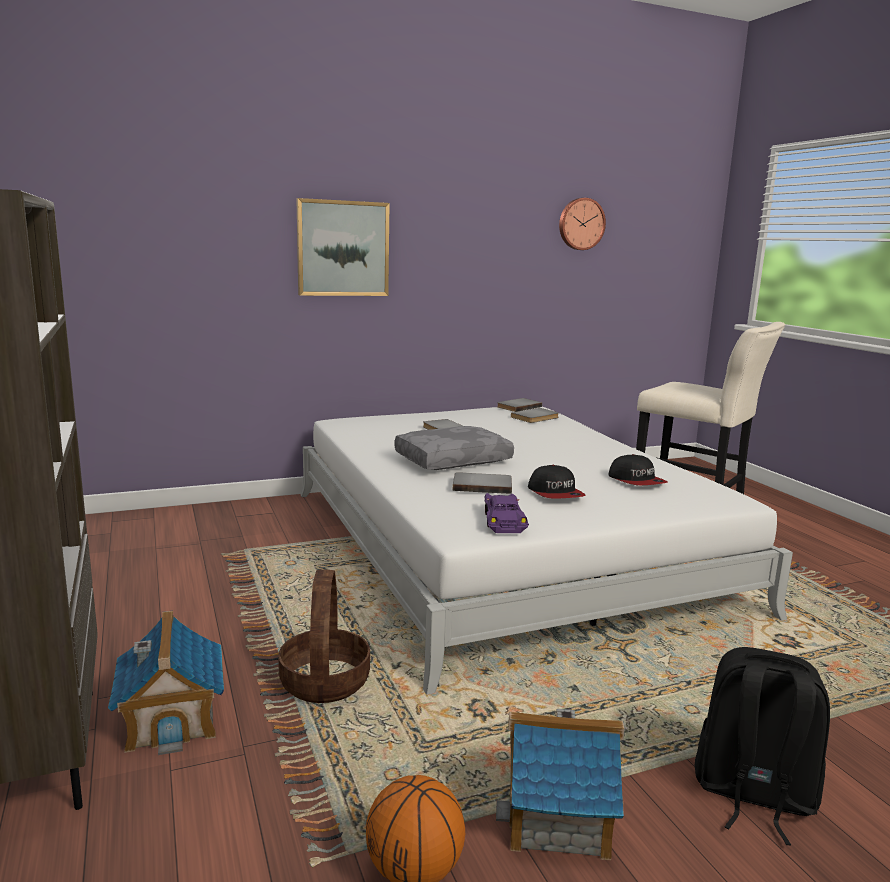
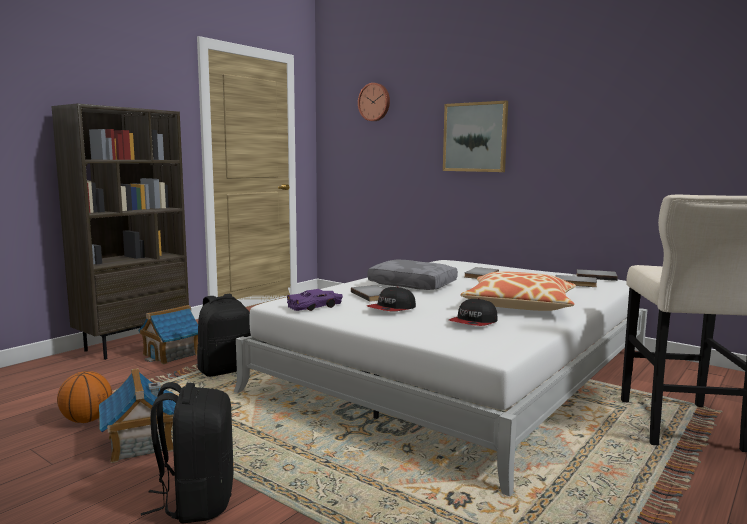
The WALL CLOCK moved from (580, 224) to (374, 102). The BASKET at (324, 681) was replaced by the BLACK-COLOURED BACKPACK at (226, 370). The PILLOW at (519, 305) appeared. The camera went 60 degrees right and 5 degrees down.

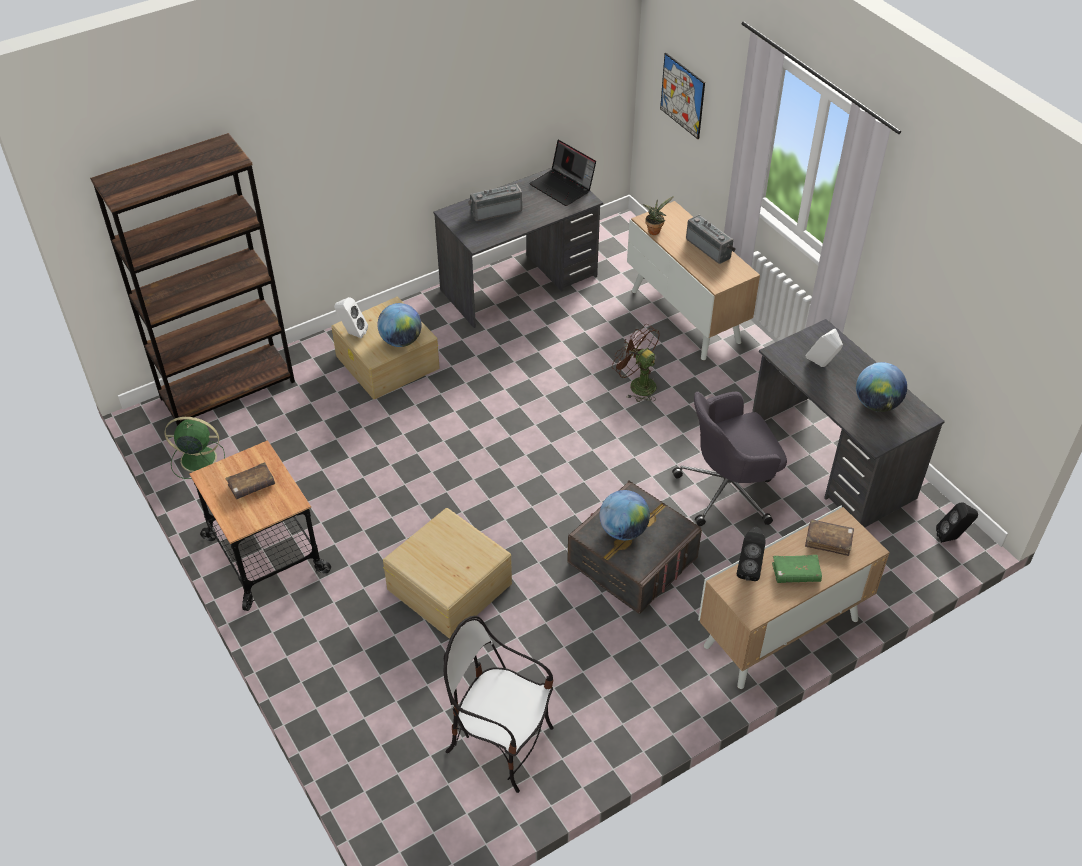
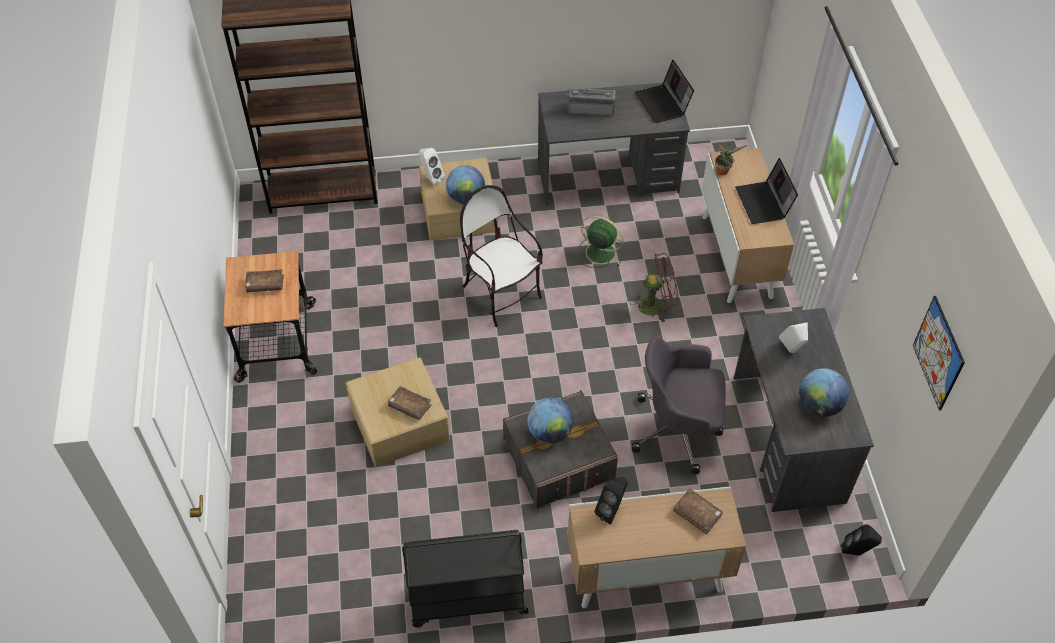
The PICTURE moved from (682, 95) to (938, 353). The RADIO SET at (710, 248) was replaced by the LAPTOP at (764, 203). The BROWNISH ELECTRIC FAN at (637, 384) turned 105 degrees clockwise. The GREEN-COLOURED ELECTRIC FAN moved from (196, 459) to (599, 252). The GREEN-COLOURED BOOK at (796, 573) disappeared. The CHAIR moved from (500, 743) to (501, 294). The BROWNISH BOOK at (409, 406) appeared. The BLACK-COLOURED TROLLEY at (467, 600) appeared. The camera went 25 degrees right and 5 degrees up.

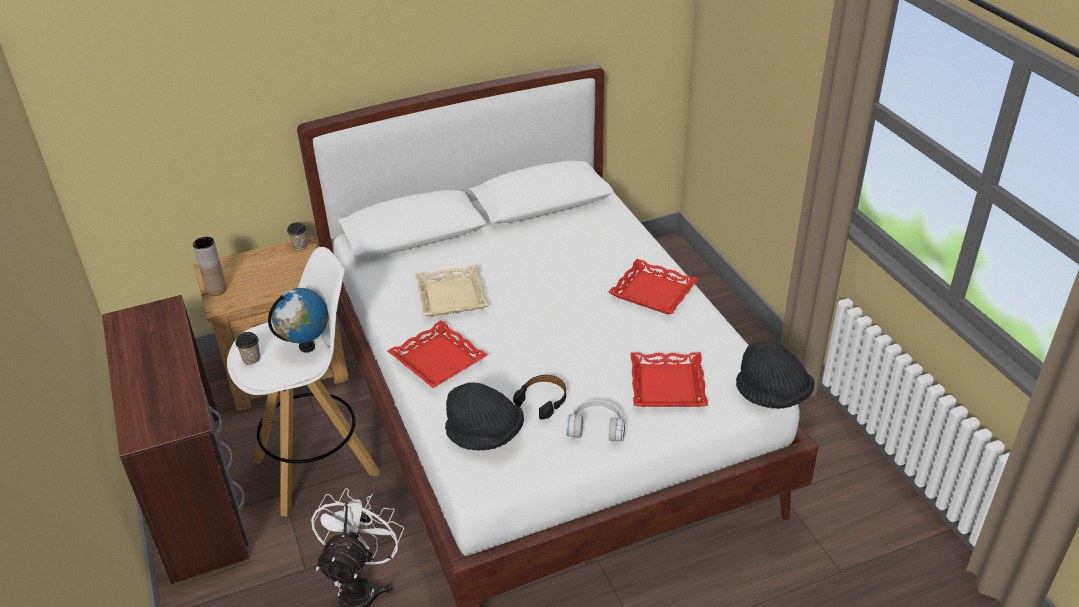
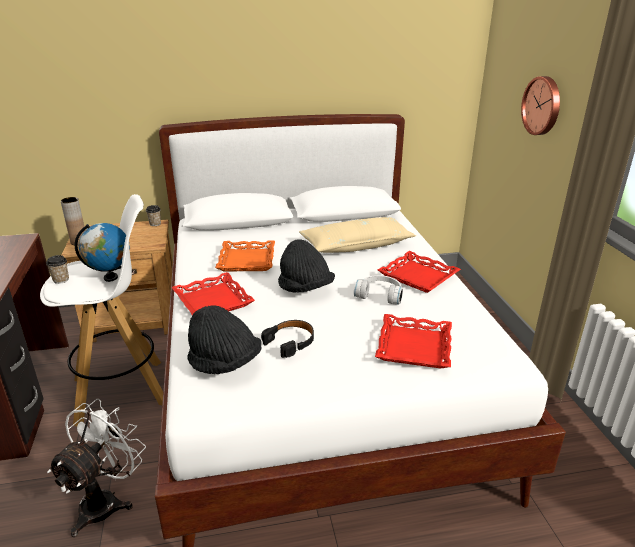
The SAND-COLOURED SERVING TRAY at (451, 296) became the ORANGE-COLOURED SERVING TRAY at (246, 260). The BLACK-COLOURED WEARABLE HAT moved from (772, 395) to (305, 288). The WHITE PAIR OF HEADPHONES moved from (597, 427) to (380, 295). The WALL CLOCK at (542, 105) appeared. The SAND-COLOURED PILLOW at (356, 245) appeared. The camera went 10 degrees right and 10 degrees down.

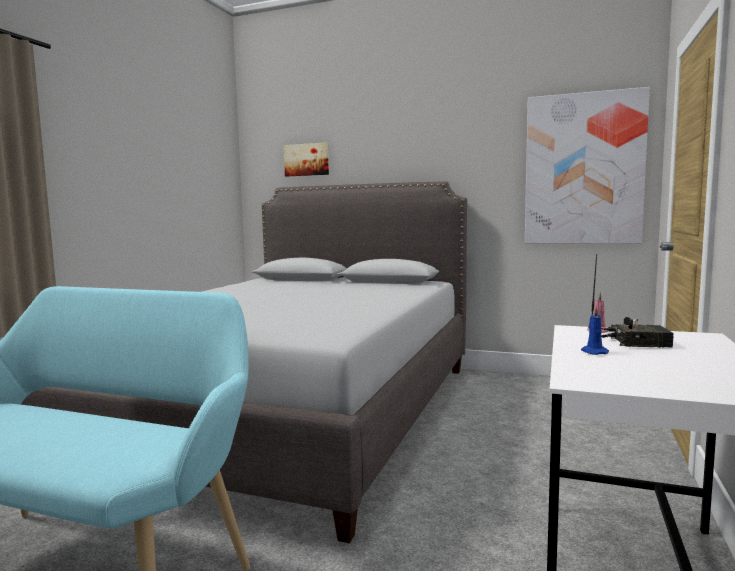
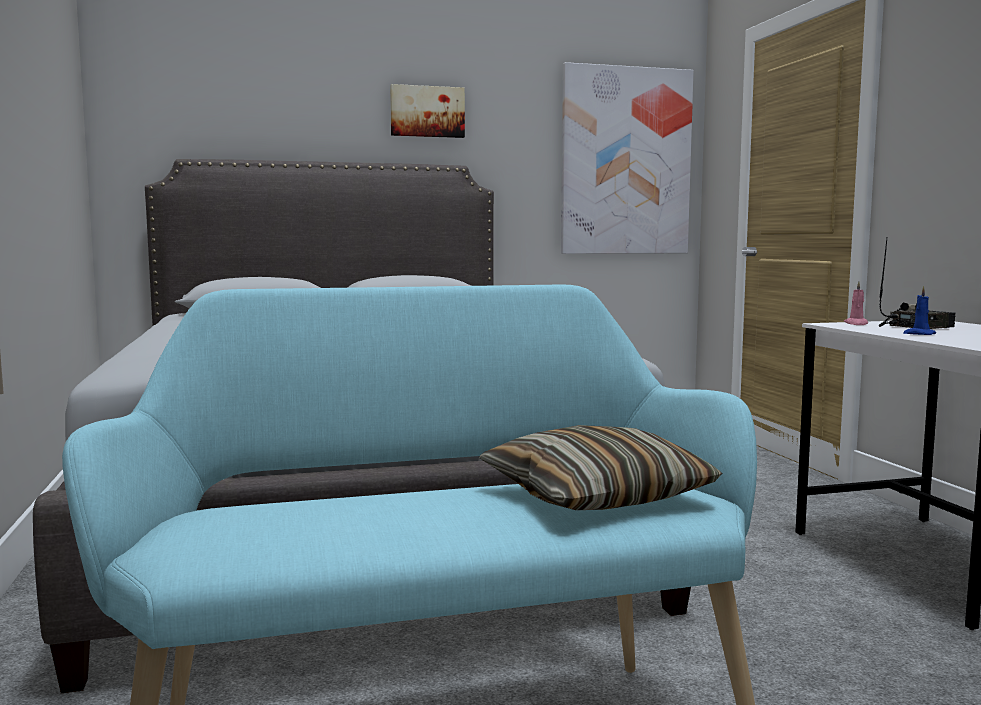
The PICTURE moved from (307, 160) to (427, 112). The PILLOW at (594, 495) appeared. The camera went 35 degrees left and 0 degrees up.

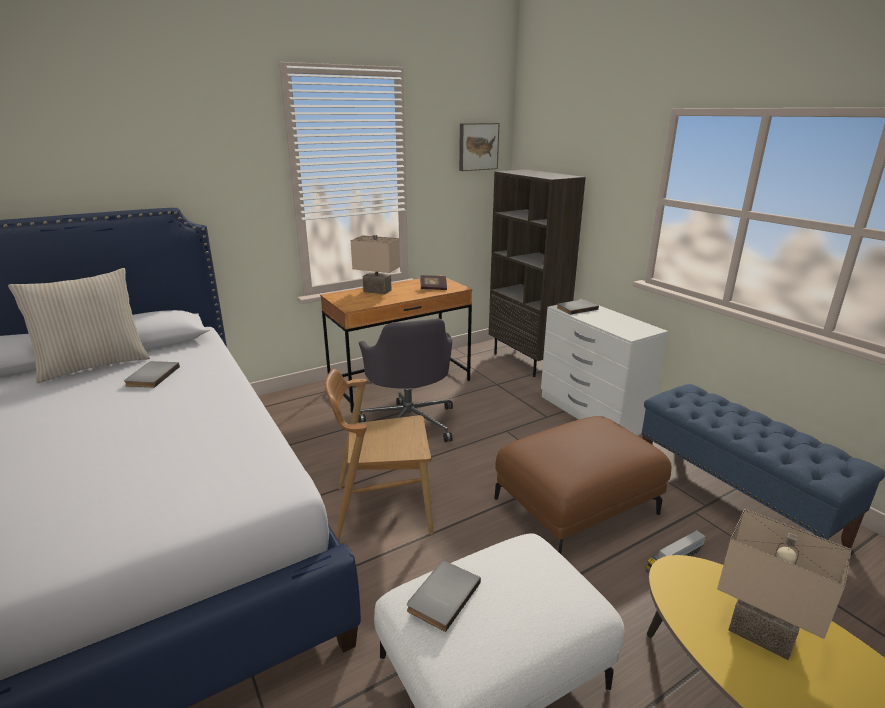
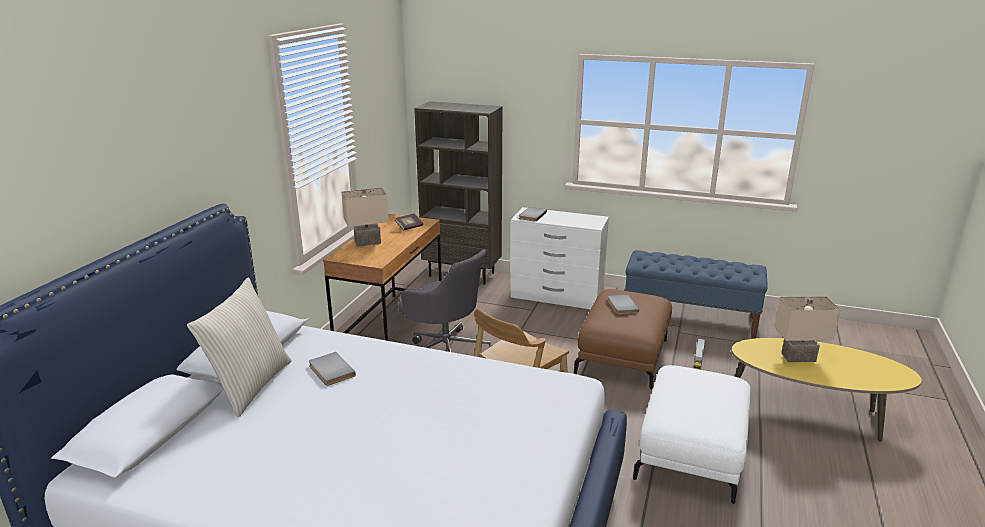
The PICTURE at (477, 146) disappeared. The GREYISH BOOK moved from (441, 595) to (621, 306). The camera went 40 degrees left and 0 degrees up.

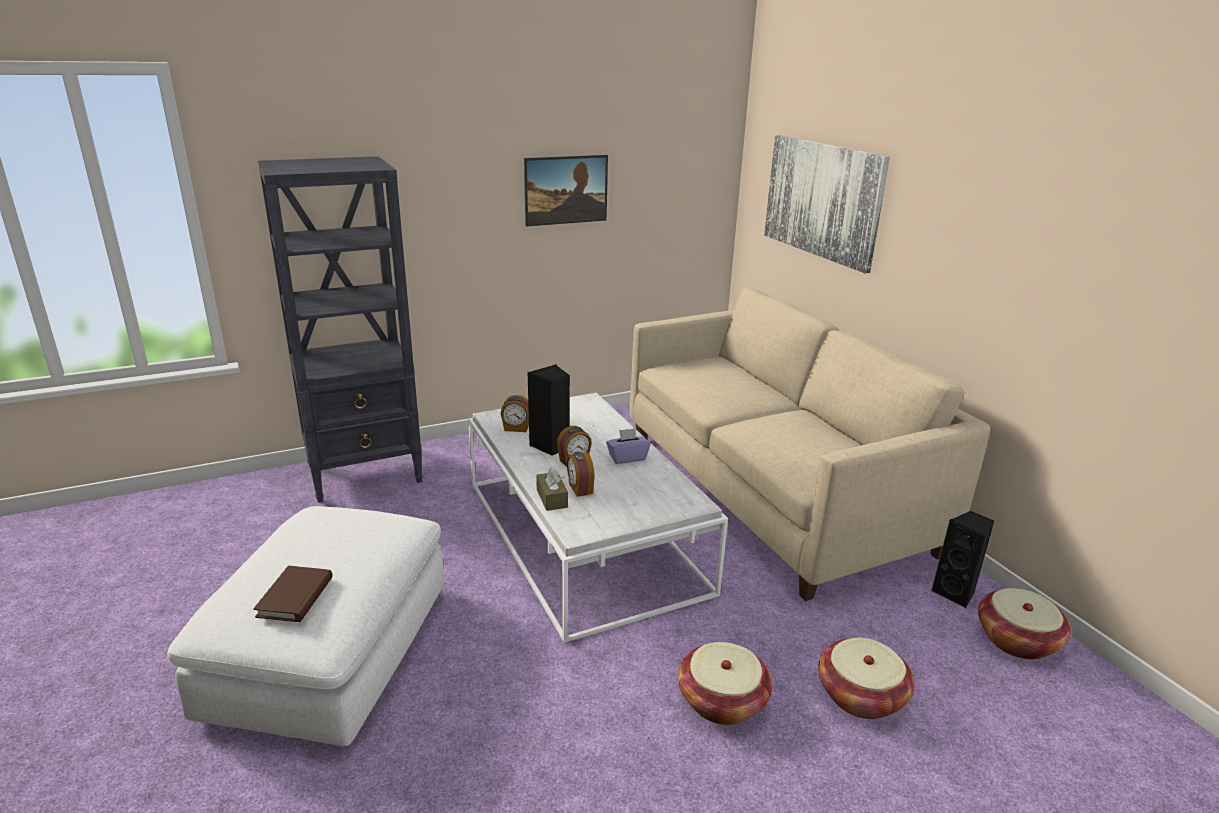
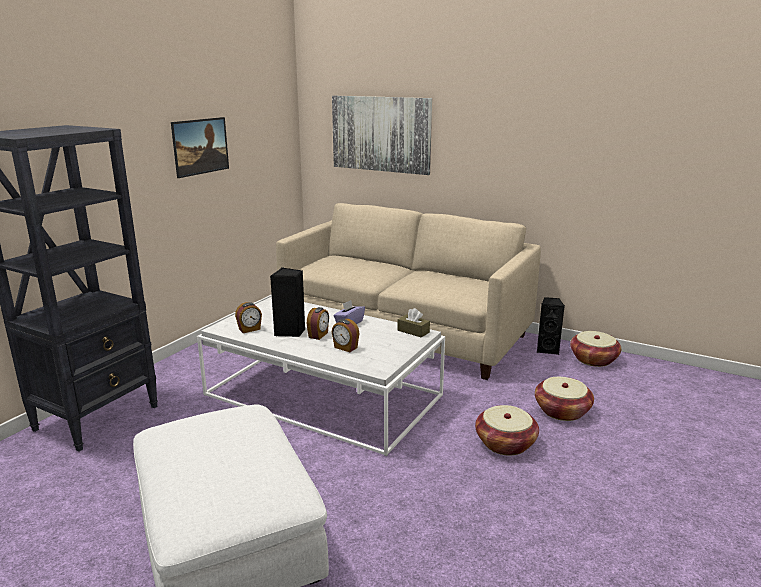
The BROWNISH BOX OF TISSUES moved from (552, 498) to (413, 331). The BROWNISH BOOK at (295, 597) disappeared. The camera went 35 degrees left and 5 degrees down.

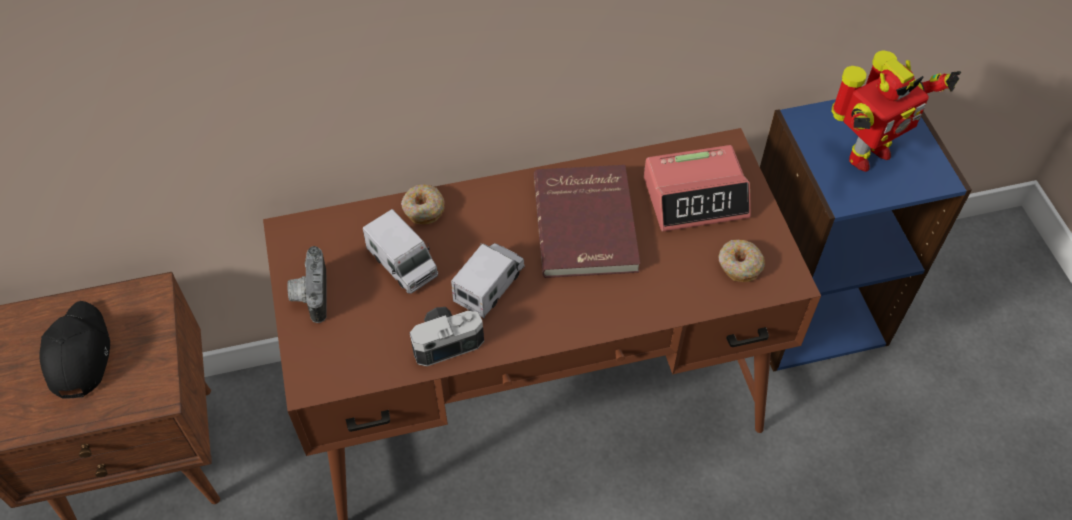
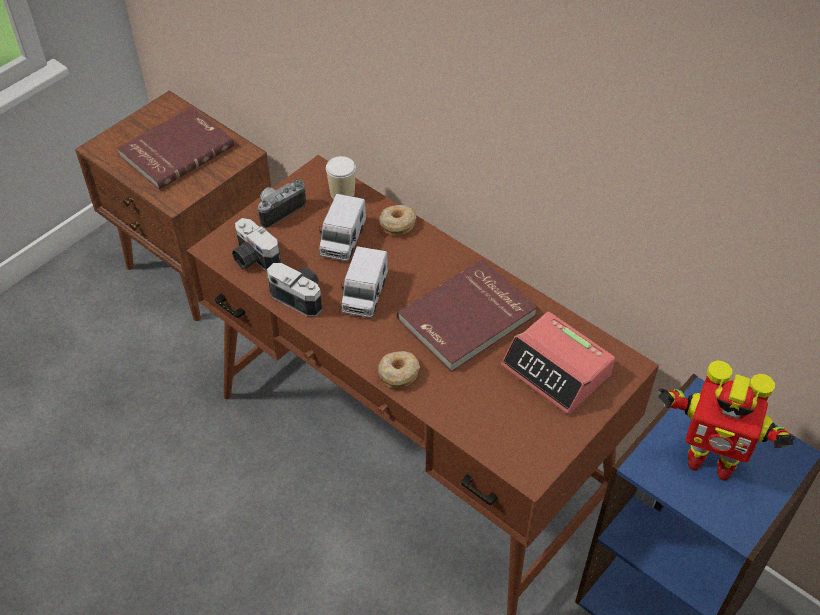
The DOUGHNUT moved from (739, 265) to (398, 373). The TOY LORRY at (489, 285) turned 105 degrees clockwise. The BLACK-COLOURED CAP at (78, 354) was replaced by the RED-COLOURED BOOK at (175, 150). The DRINKING CUP at (342, 193) appeared. The STILL CAMERA at (253, 259) appeared. The camera went 55 degrees right and 5 degrees down.

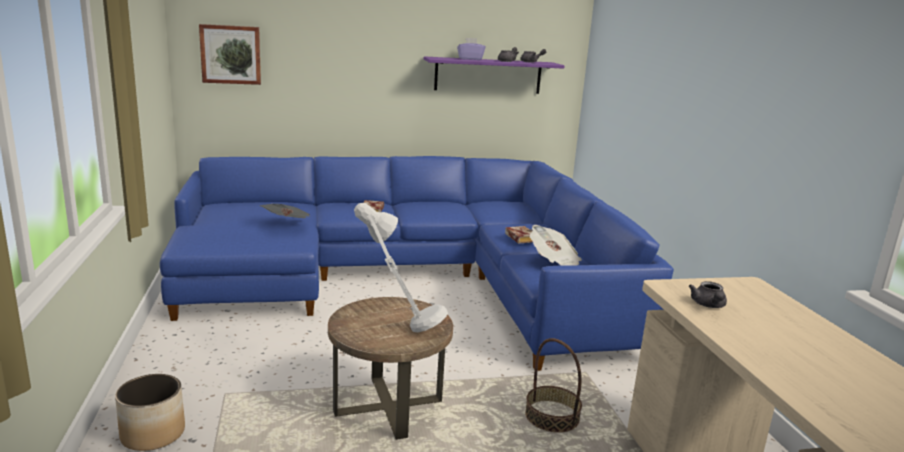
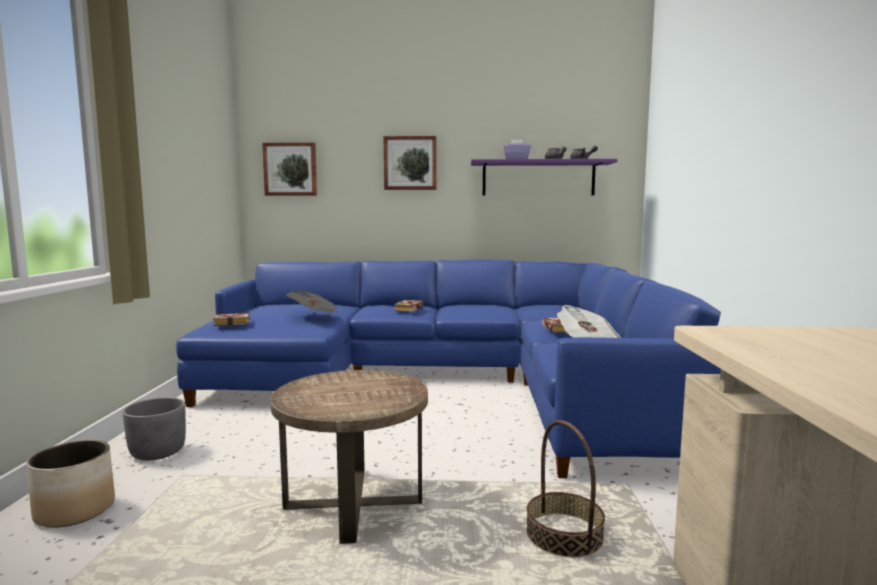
The GREYISH TABLE LAMP at (397, 319) disappeared. The GREYISH TEA POT at (708, 305) disappeared. The PICTURE at (410, 163) appeared. The BOOK at (233, 323) appeared. The GREYISH PLANTER at (158, 452) appeared. The camera went 15 degrees right and 10 degrees down.

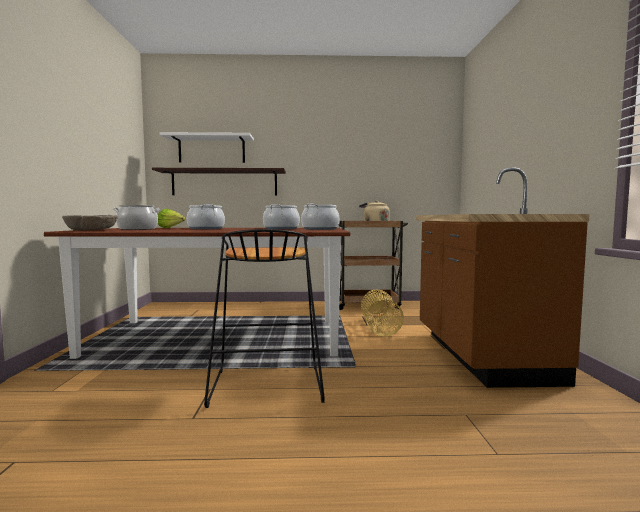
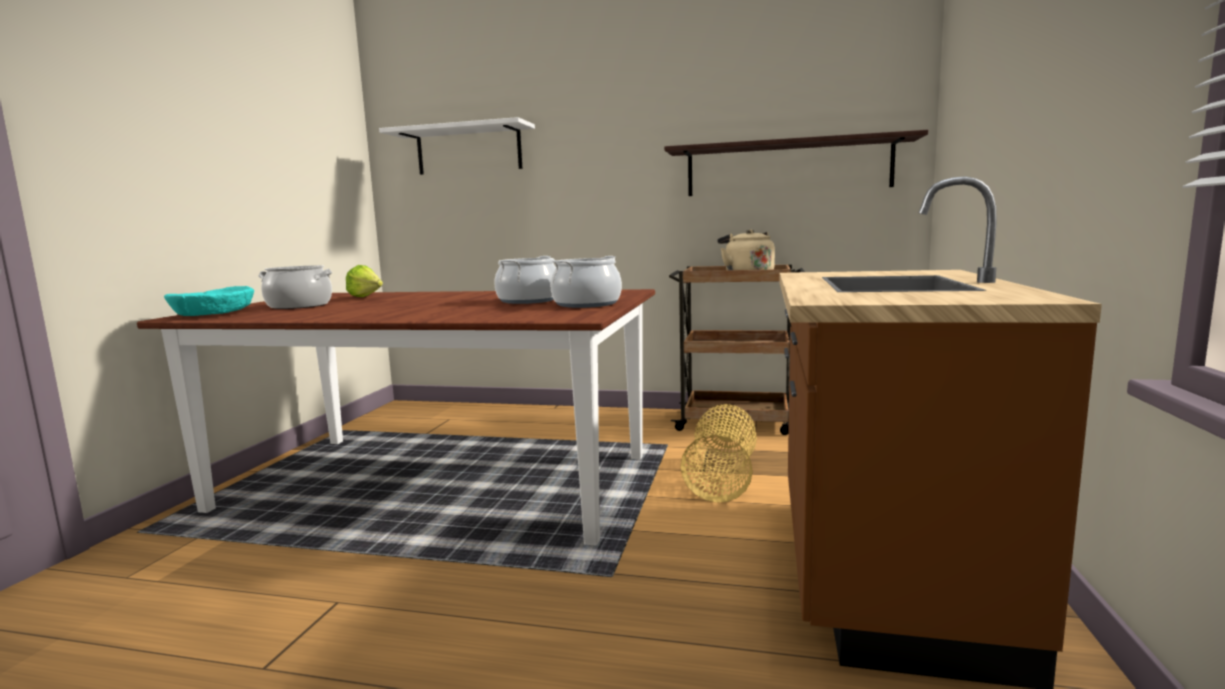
The BRACKET SHELF moved from (224, 183) to (787, 168). The COOKING POT at (206, 228) disappeared. The SAND-COLOURED SERVING BOWL at (91, 230) became the BLUE-GREEN SERVING BOWL at (213, 315). The BLACK-COLOURED STOOL at (266, 383) disappeared. The camera went 15 degrees right and 5 degrees up.

